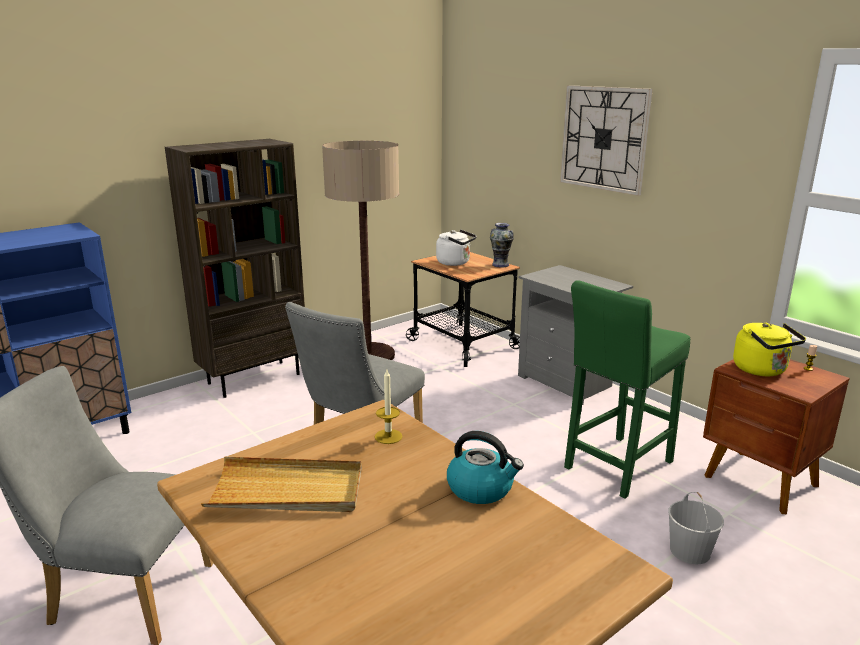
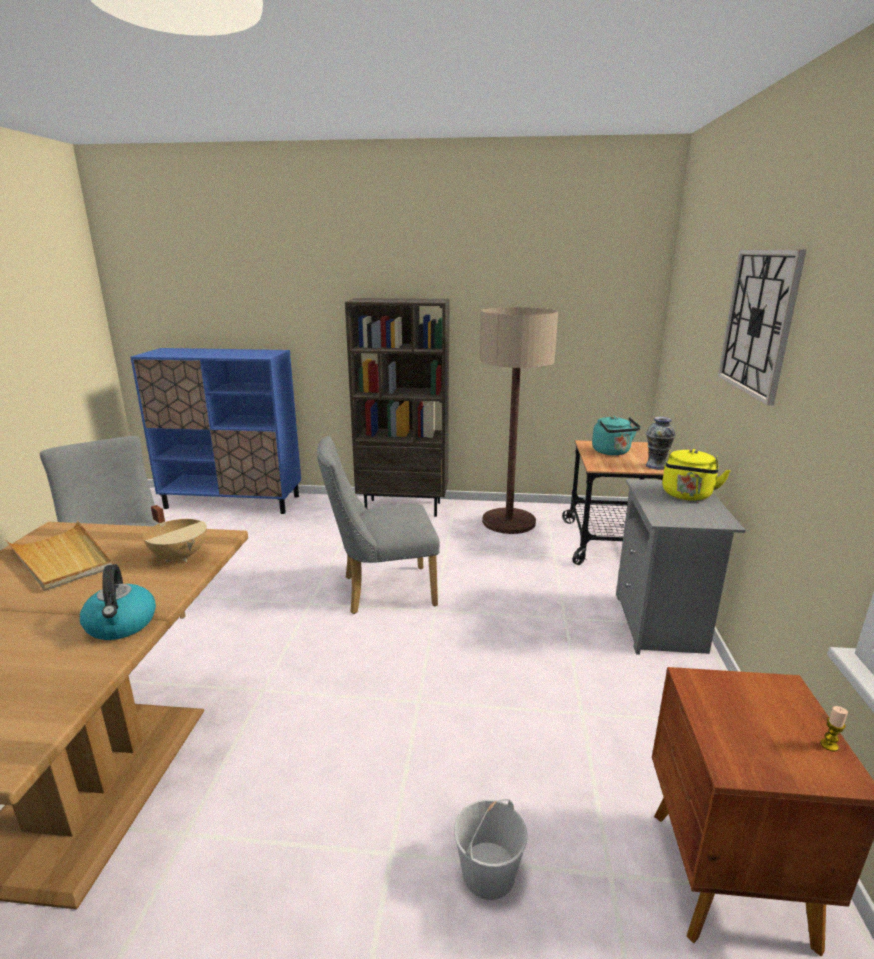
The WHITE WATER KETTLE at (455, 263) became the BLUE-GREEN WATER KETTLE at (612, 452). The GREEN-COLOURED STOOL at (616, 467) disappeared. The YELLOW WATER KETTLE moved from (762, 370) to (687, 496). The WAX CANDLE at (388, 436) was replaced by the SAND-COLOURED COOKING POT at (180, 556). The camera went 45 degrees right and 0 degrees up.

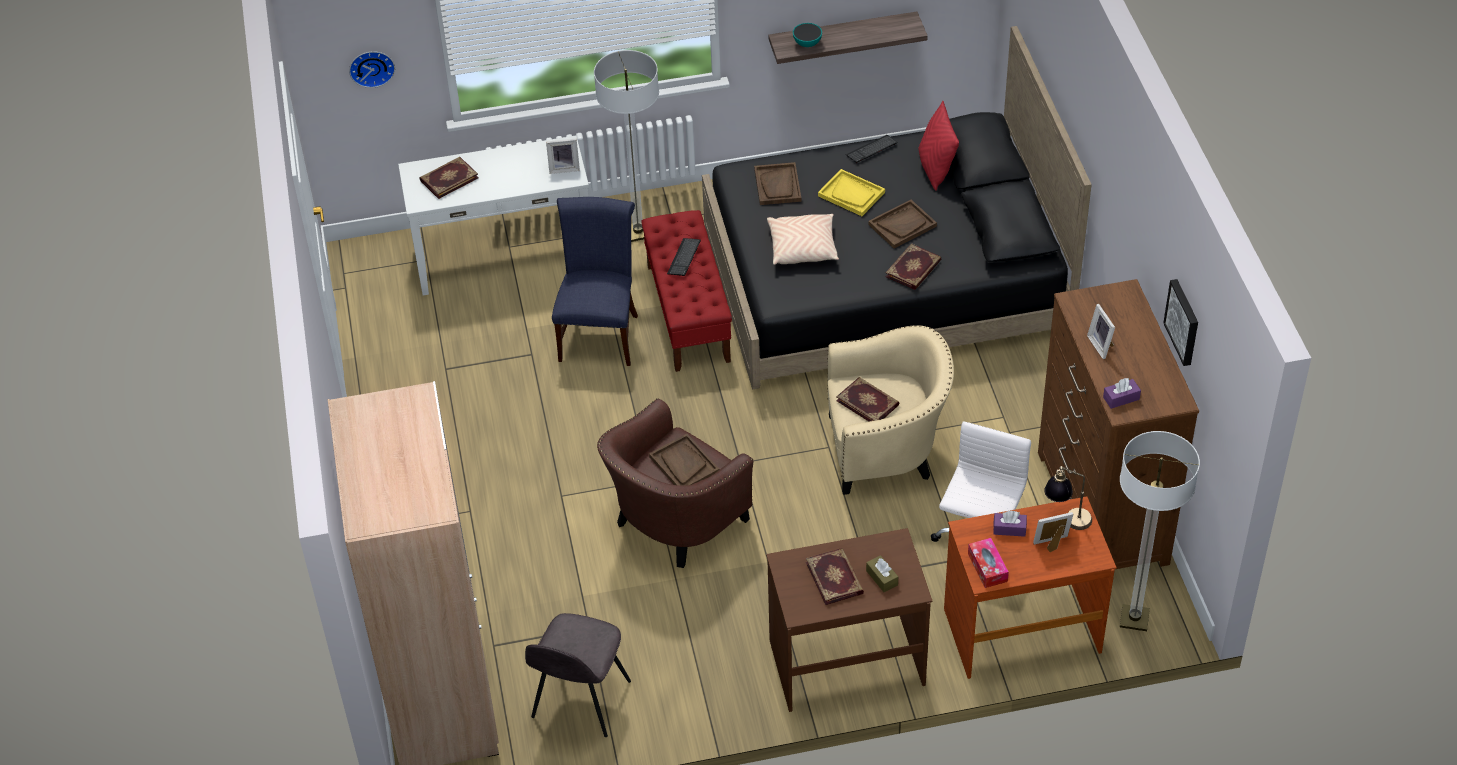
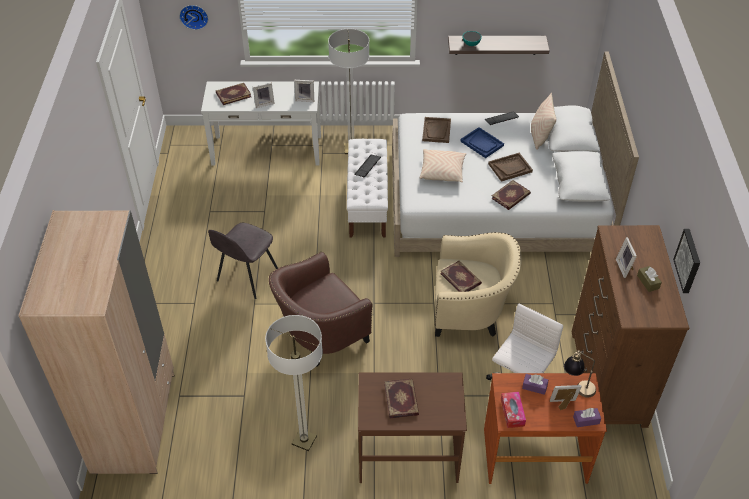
The BLACK-COLOURED BED at (884, 280) became the WHITE BED at (495, 203). The RED-COLOURED PILLOW at (935, 169) became the SAND-COLOURED PILLOW at (539, 136). The YELLOW SERVING TRAY at (851, 194) became the BLUE-COLOURED SERVING TRAY at (482, 143). The BLUE-COLOURED CHAIR at (600, 333) disappeared. The RED-COLOURED LONG SEAT at (688, 314) became the WHITE LONG SEAT at (367, 203). The PURPLE-COLOURED BOX OF TISSUES moved from (1121, 398) to (586, 420). The FLOOR LAMP moved from (1134, 619) to (304, 440). The BROWNISH SERVING TRAY at (684, 464) disappeared. The BROWNISH BOX OF TISSUES moved from (882, 578) to (648, 282). The GREYISH CHAIR moved from (580, 701) to (247, 277). The PICTURE FRAME at (264, 103) appeared. The camera went 10 degrees right and 0 degrees up.

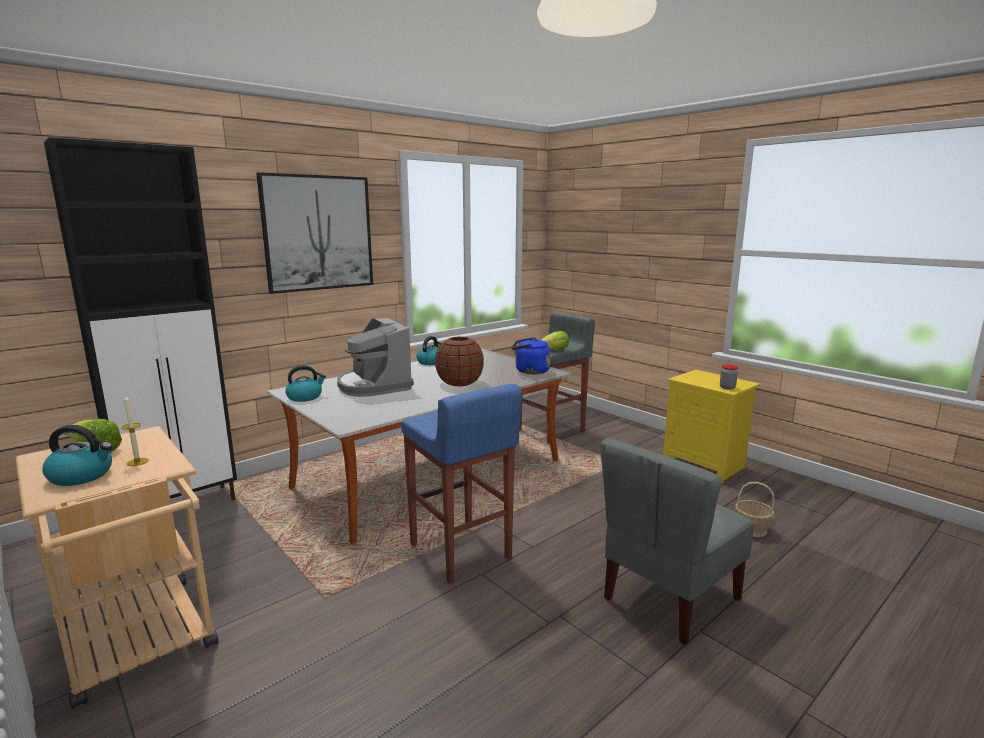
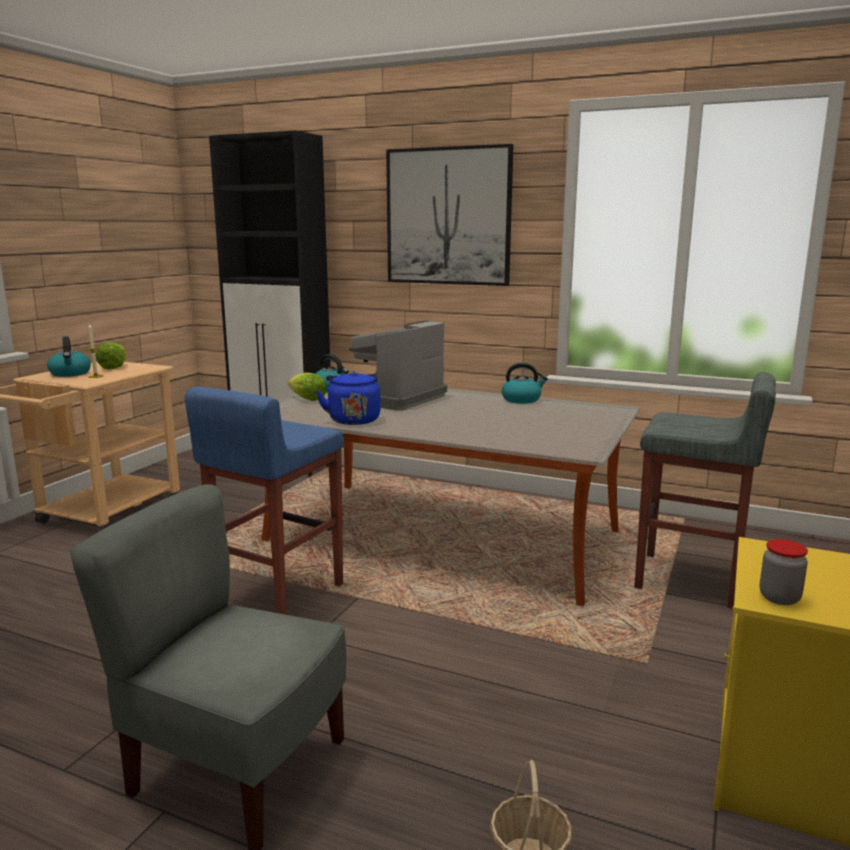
The LETTUCE HEAD moved from (555, 350) to (307, 399). The BROWNISH VASE at (459, 383) disappeared. The BLUE-COLOURED WATER KETTLE moved from (530, 371) to (353, 420). The camera went 65 degrees right and 0 degrees up.

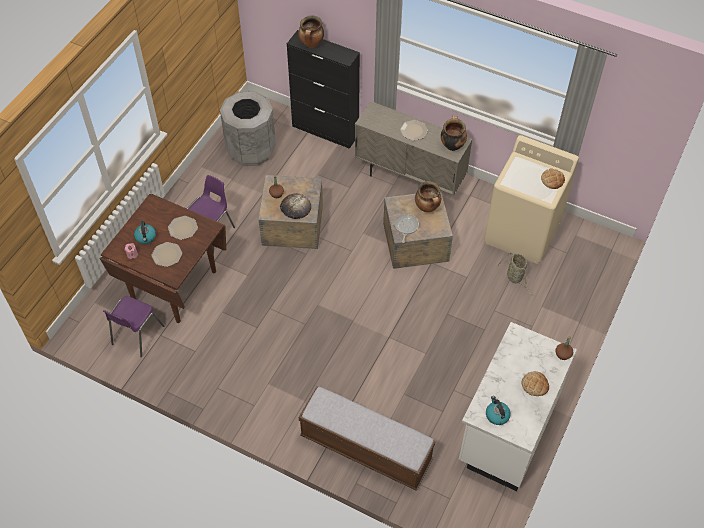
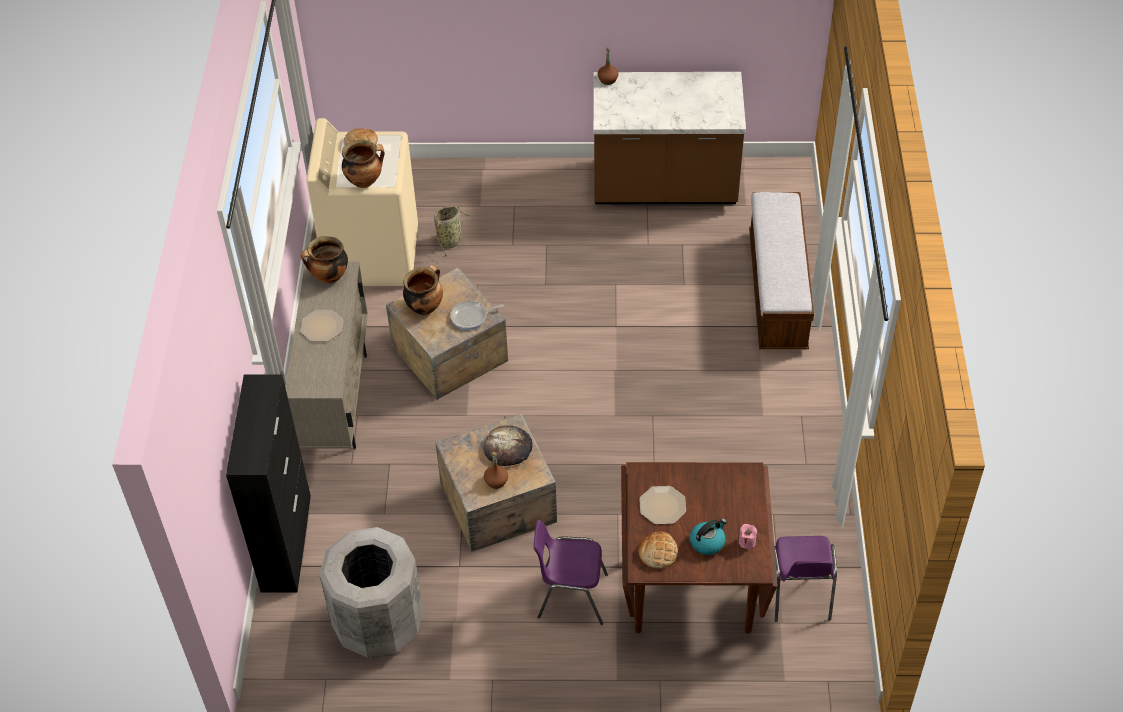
The COOKING POT moved from (311, 44) to (365, 181). The FLAT DISH at (167, 255) disappeared. The PURPLE-COLOURED CHAIR at (136, 336) turned 90 degrees clockwise. The WHITE KITCHEN BASE UNIT at (507, 428) became the BROWNISH KITCHEN BASE UNIT at (664, 187). The BAKERY BREAD moved from (535, 385) to (658, 552). The WATER KETTLE at (497, 415) disappeared. The camera went 115 degrees left and 5 degrees down.

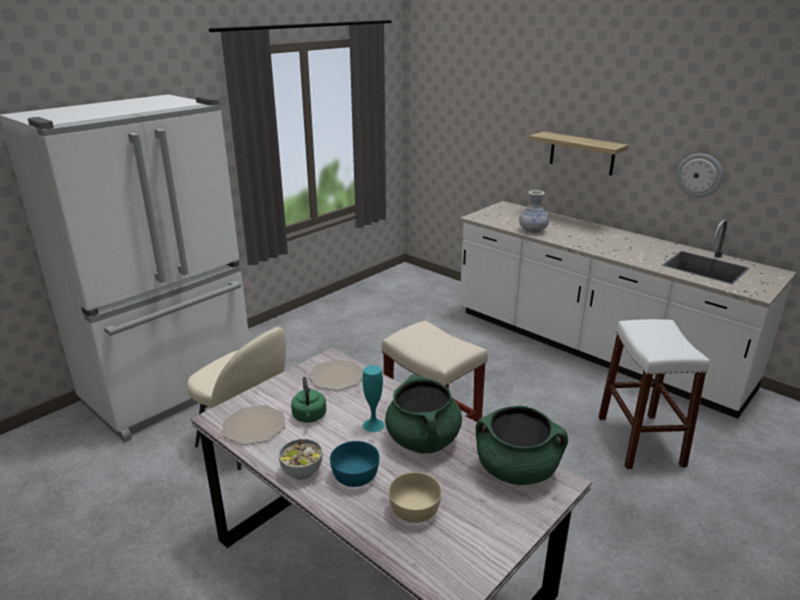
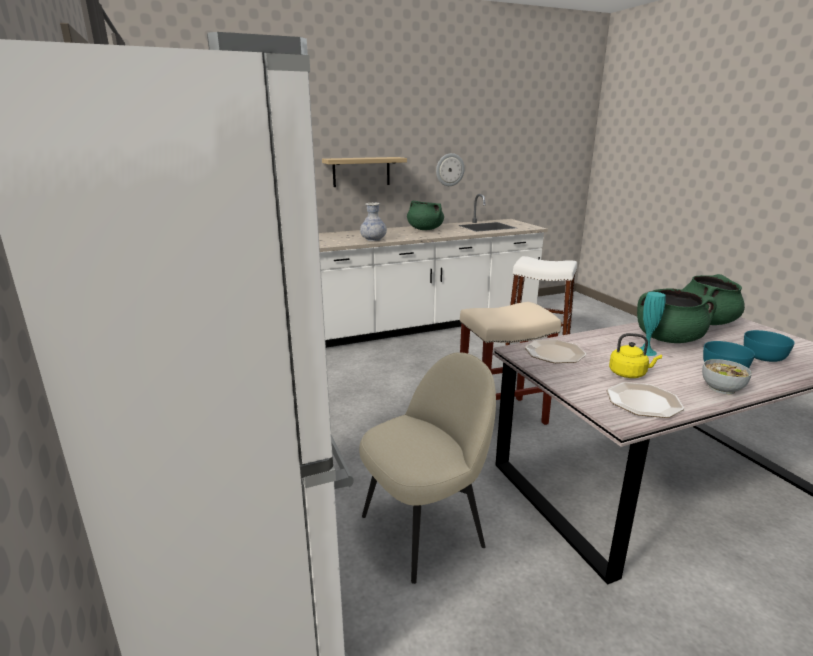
The GREEN-COLOURED WATER KETTLE at (309, 417) became the YELLOW WATER KETTLE at (629, 374). The SAND-COLOURED SERVING BOWL at (414, 509) became the BLUE-GREEN SERVING BOWL at (763, 356). The GREEN-COLOURED COOKING POT at (424, 229) appeared. The camera went 65 degrees left and 5 degrees down.

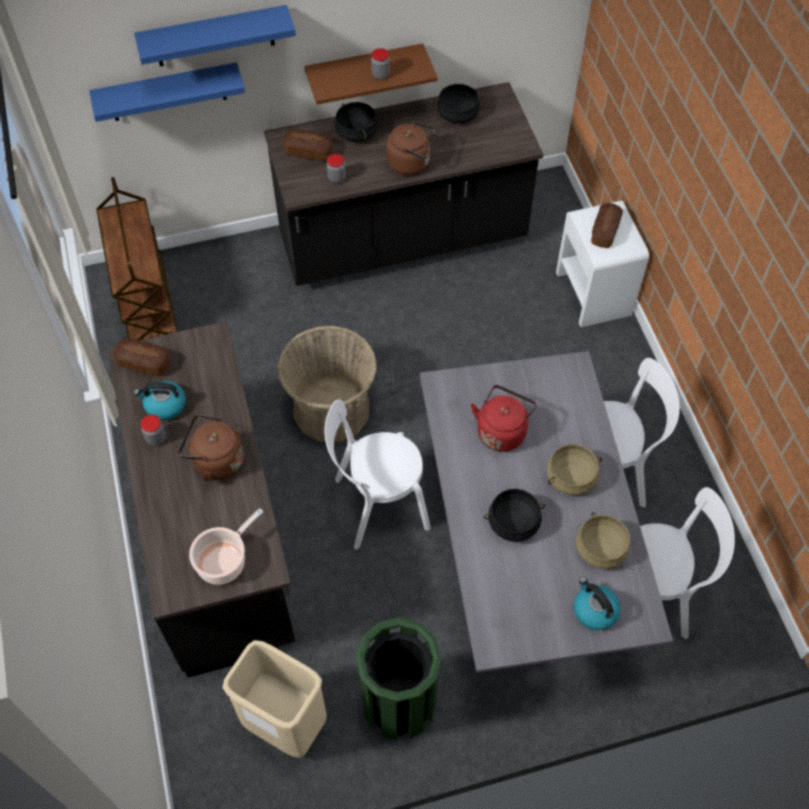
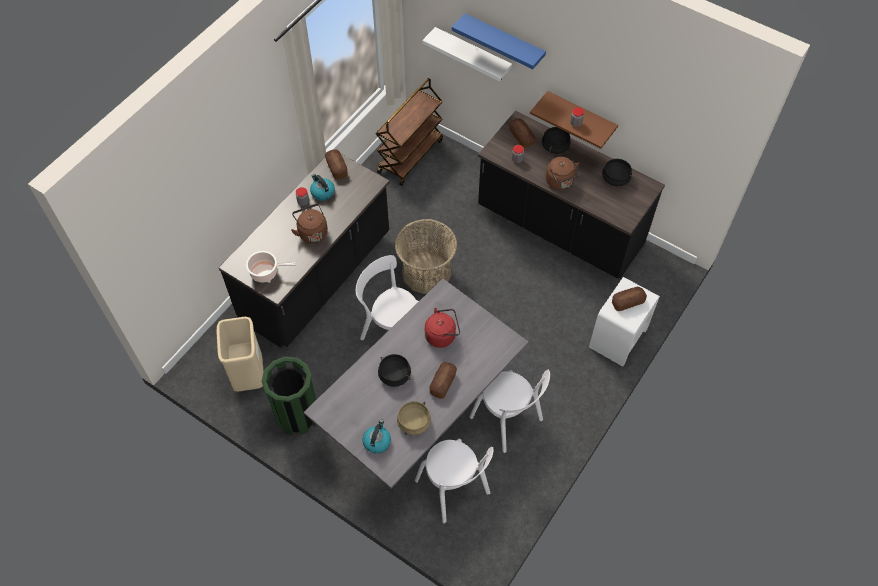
The BLUE-COLOURED BRACKET SHELF at (167, 92) became the WHITE BRACKET SHELF at (472, 55). The SAND-COLOURED COOKING POT at (571, 478) was replaced by the BAKERY BREAD at (443, 383). The camera went 50 degrees right and 0 degrees up.

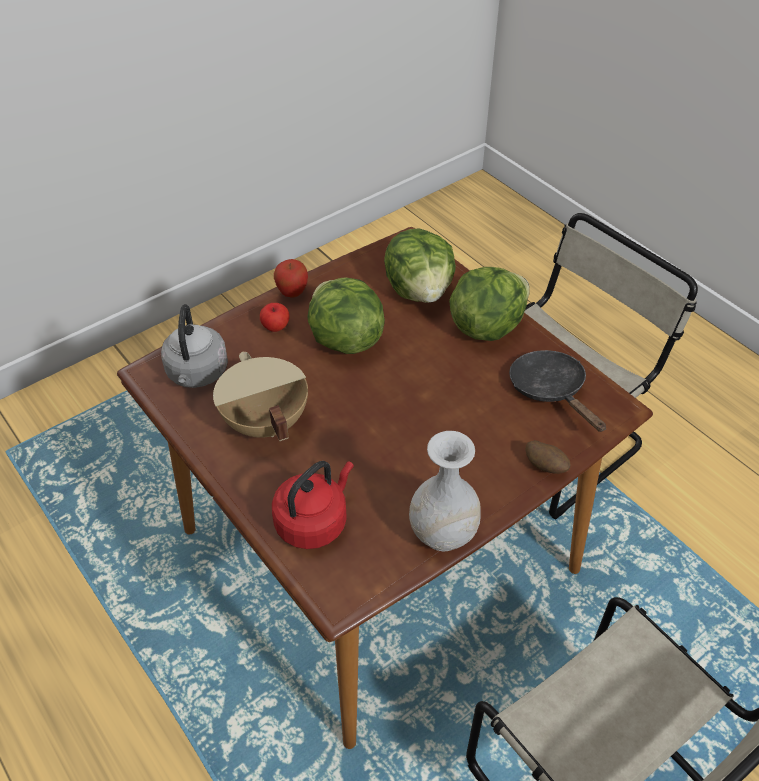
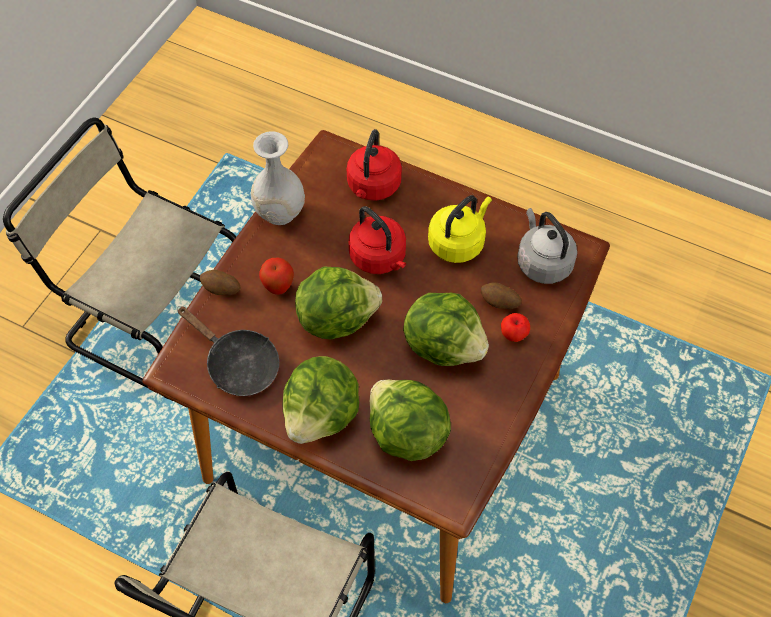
The WHOLE APPLE moved from (292, 293) to (278, 287). The SAND-COLOURED COOKING POT at (264, 422) was replaced by the YELLOW WATER KETTLE at (458, 242). The RED-COLOURED WATER KETTLE at (379, 258) appeared. The LETTUCE HEAD at (336, 318) appeared. The POTATO at (499, 303) appeared. The camera went 155 degrees right and 10 degrees up.

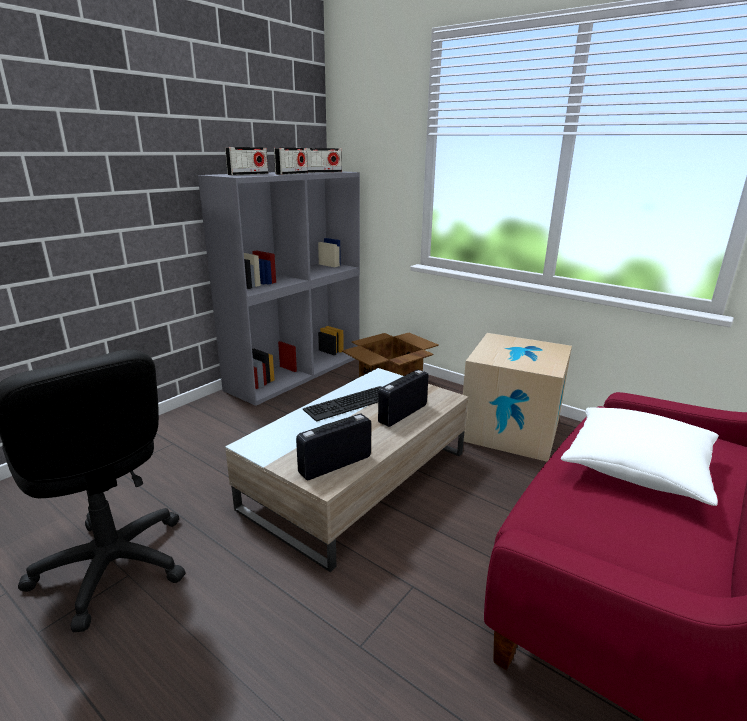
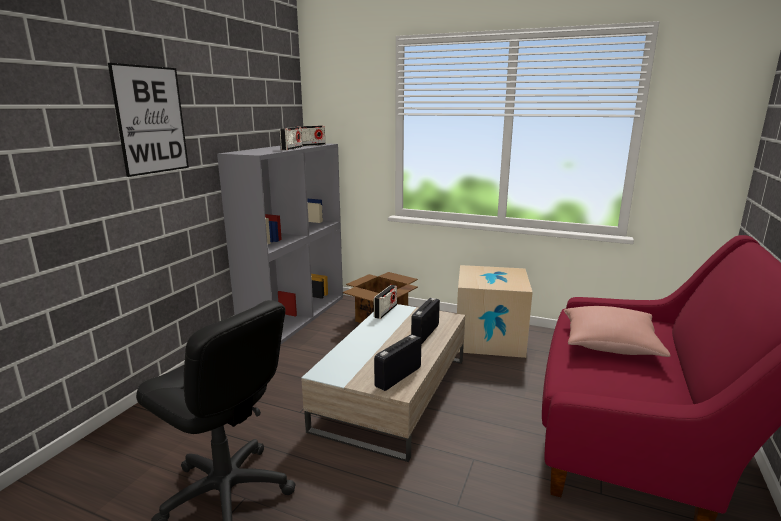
The RADIO SET moved from (248, 174) to (385, 311). The KEYBOARD at (350, 404) disappeared. The WHITE PILLOW at (637, 468) became the PINK-COLOURED PILLOW at (609, 344). The PICTURE at (151, 120) appeared. The camera went 15 degrees left and 5 degrees down.

